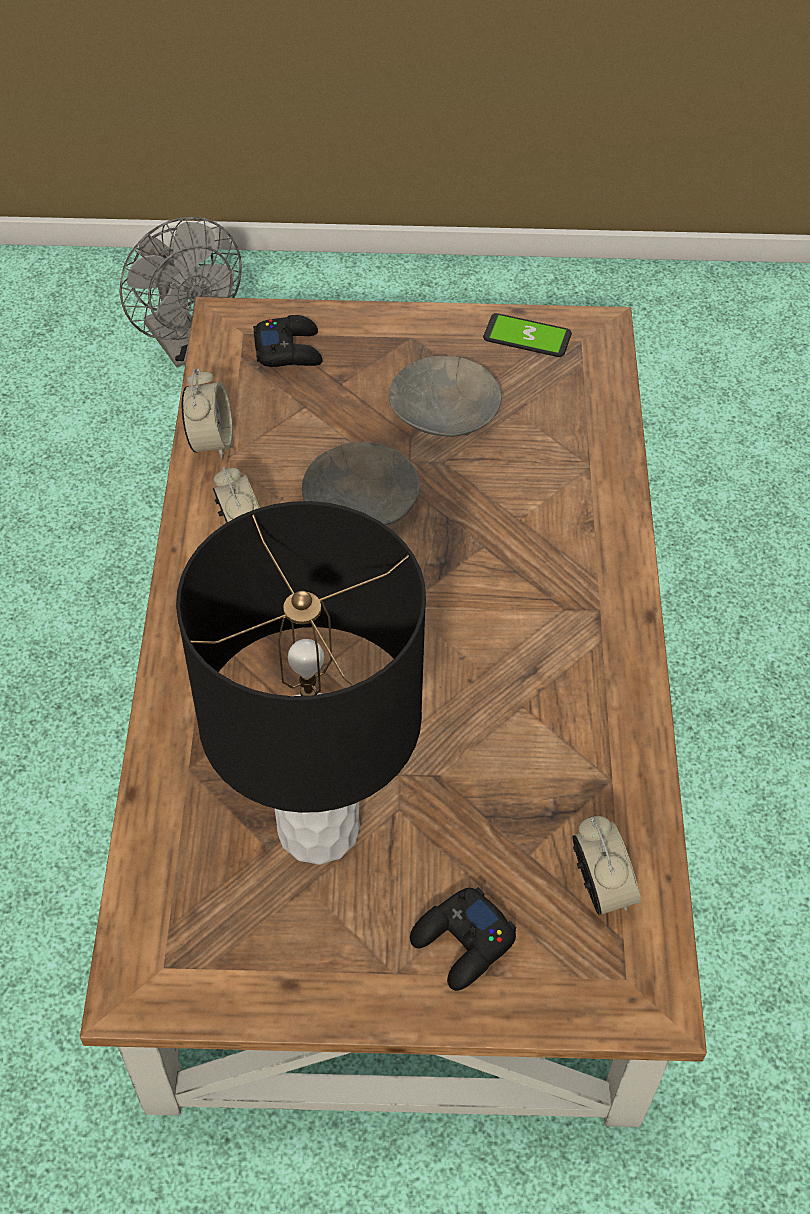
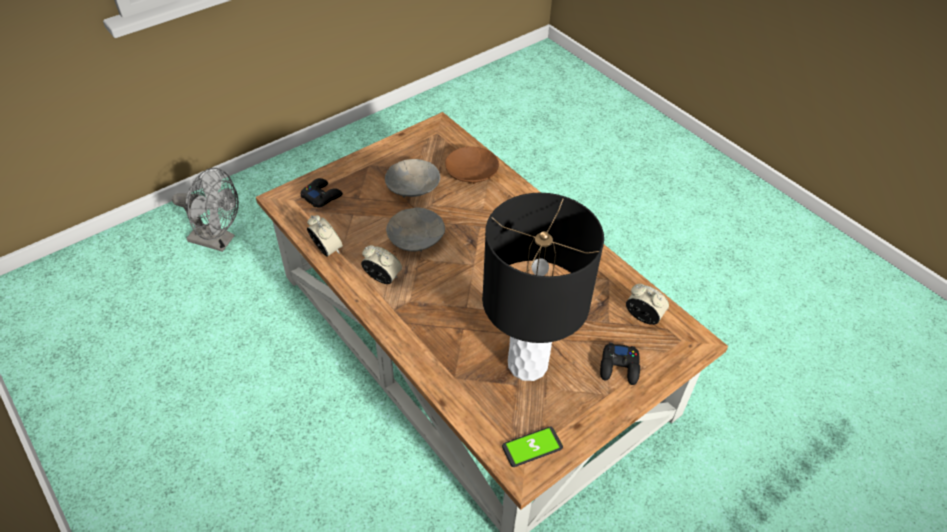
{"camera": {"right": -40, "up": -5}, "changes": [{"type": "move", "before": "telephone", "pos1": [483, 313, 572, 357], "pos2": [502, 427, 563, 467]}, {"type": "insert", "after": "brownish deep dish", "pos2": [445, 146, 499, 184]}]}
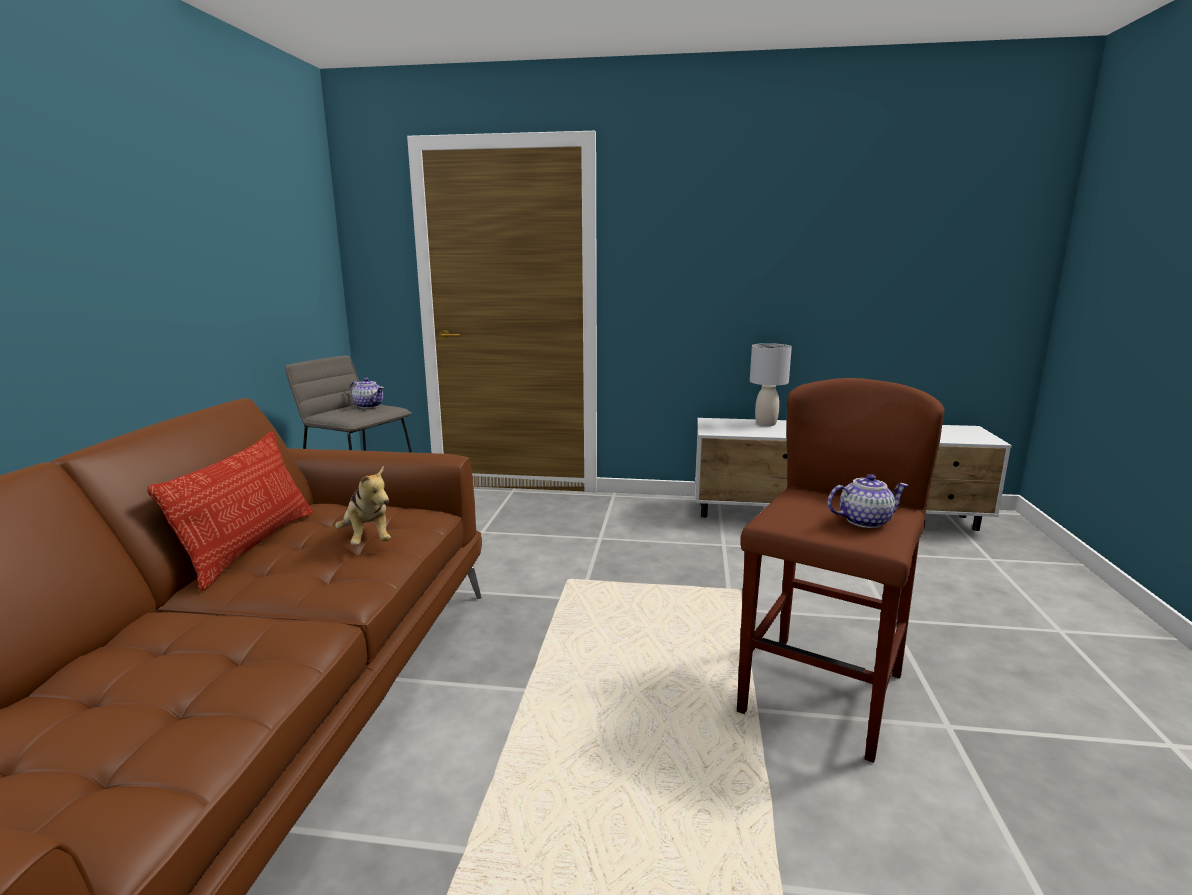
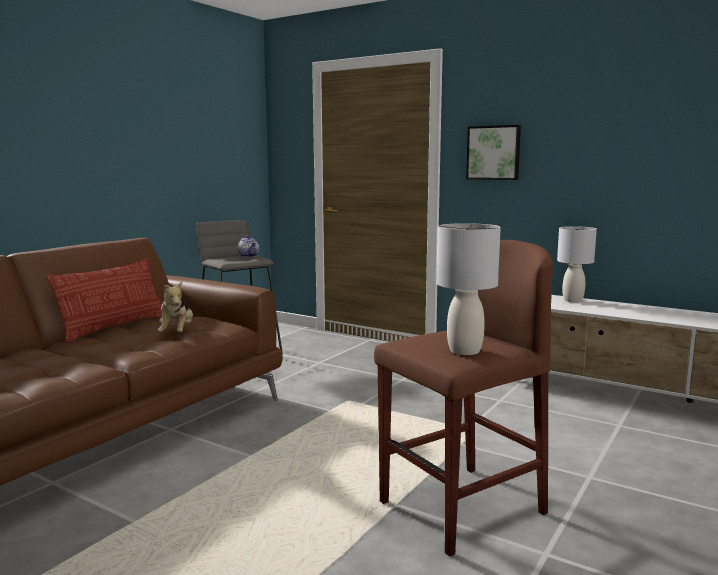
{"camera": {"right": 25, "up": -5}, "changes": [{"type": "replace", "before": "pot for tea", "after": "grey lamp for a table", "pos1": [827, 474, 909, 528], "pos2": [436, 223, 501, 355]}, {"type": "insert", "after": "wall picture", "pos2": [466, 125, 521, 180]}]}
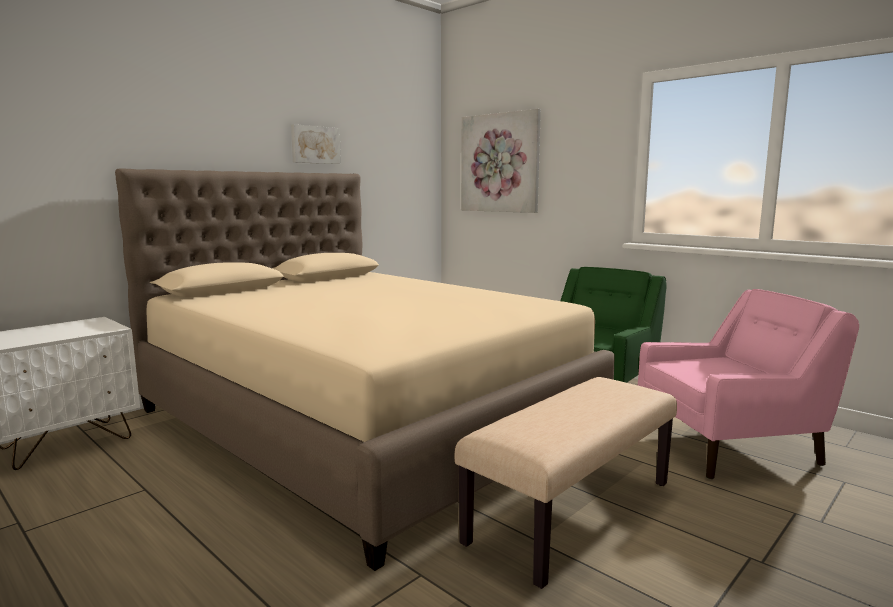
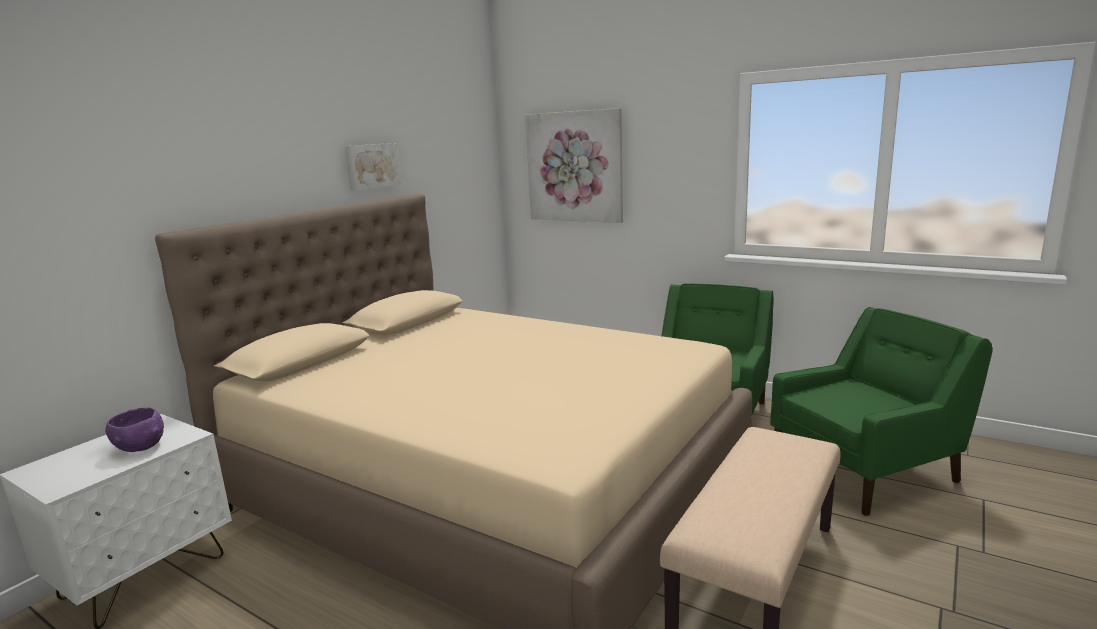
{"camera": {"right": -10, "up": 5}, "changes": [{"type": "recolor", "before": "pinkish armchair", "after": "green-coloured armchair", "pos1": [638, 289, 859, 479], "pos2": [770, 307, 993, 516]}, {"type": "insert", "after": "purple deep dish", "pos2": [105, 407, 164, 452]}]}
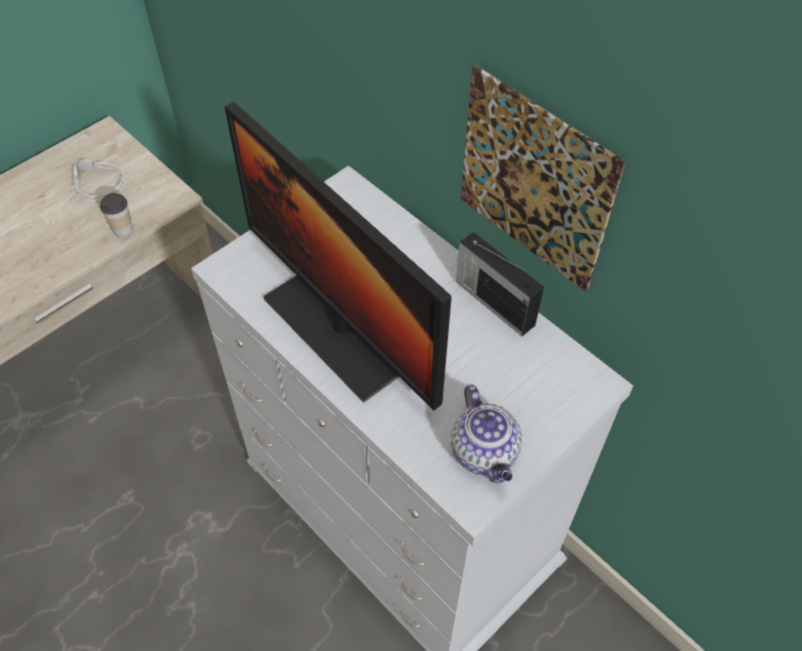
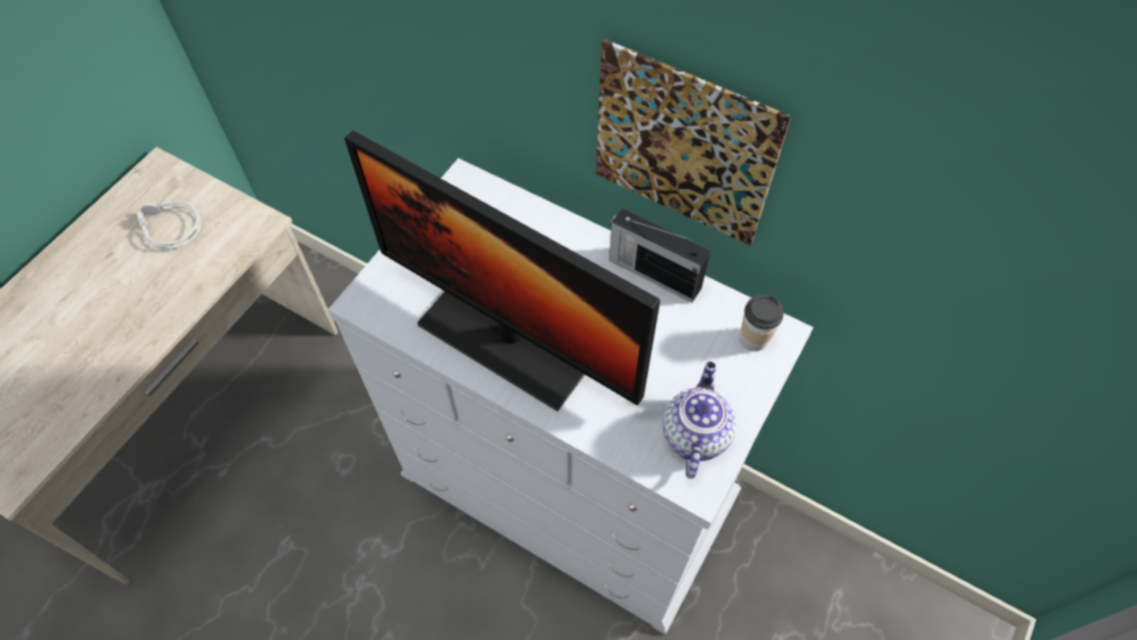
{"camera": {"right": -15, "up": 5}, "changes": [{"type": "move", "before": "cup", "pos1": [100, 193, 133, 237], "pos2": [740, 295, 784, 351]}, {"type": "rotate", "before": "pot for tea", "pos1": [451, 384, 522, 483], "pos2": [662, 361, 736, 479], "turn": -135}]}
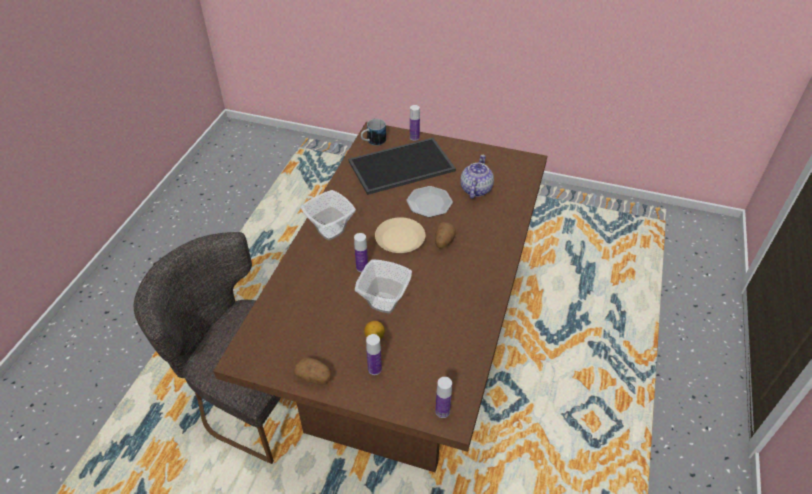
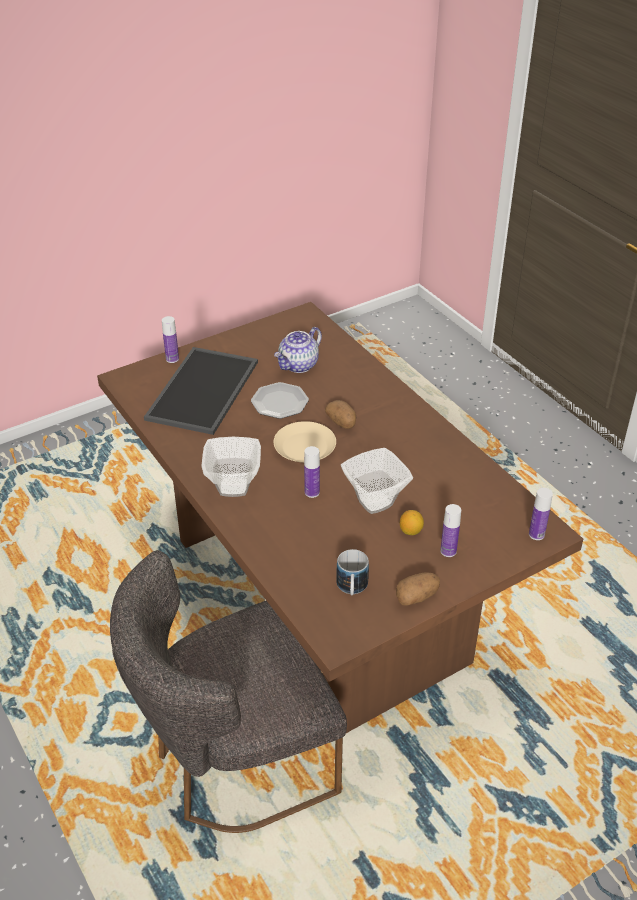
{"camera": {"right": -50, "up": -5}, "changes": [{"type": "move", "before": "coffee mug", "pos1": [361, 119, 386, 146], "pos2": [336, 549, 369, 595]}, {"type": "rotate", "before": "pot for tea", "pos1": [460, 155, 494, 199], "pos2": [274, 327, 322, 373], "turn": -105}]}
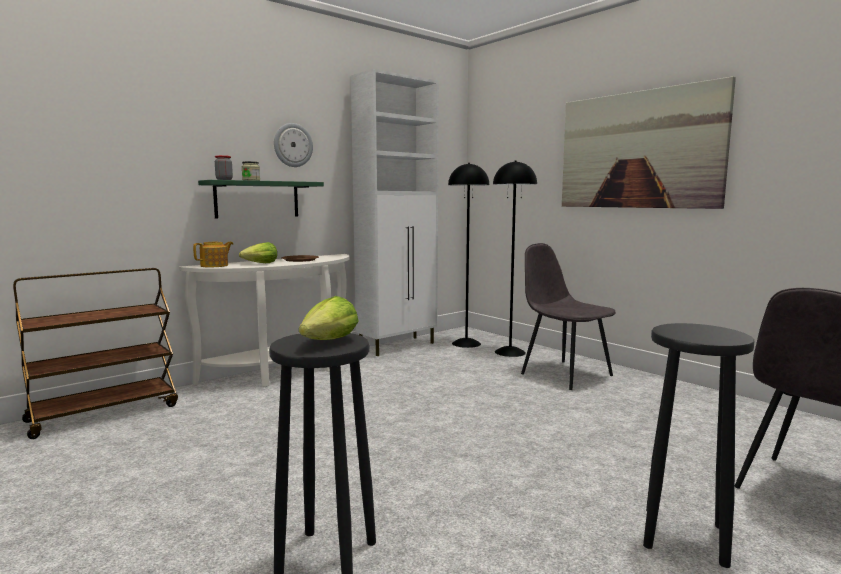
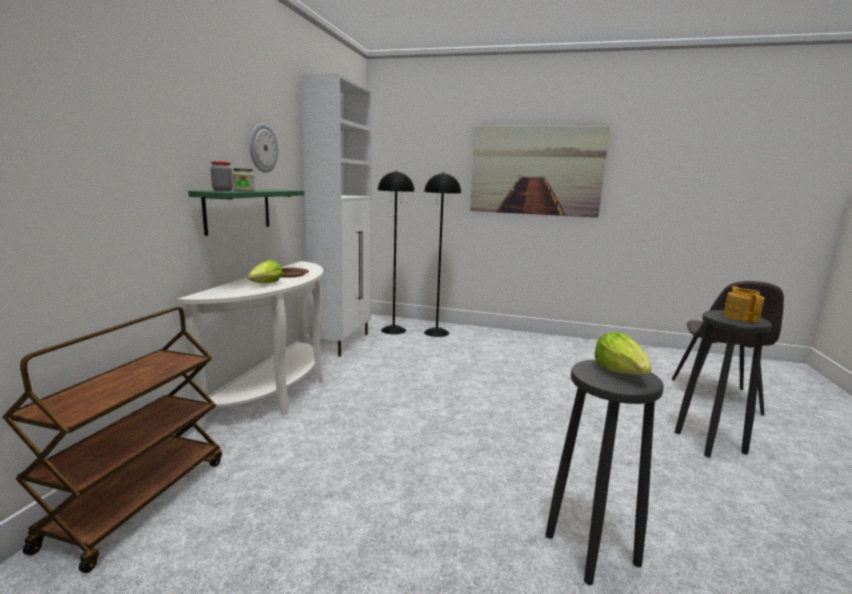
{"camera": {"right": -35, "up": 5}, "changes": [{"type": "move", "before": "pot for tea", "pos1": [193, 242, 233, 267], "pos2": [723, 286, 765, 322]}, {"type": "delete", "before": "grey chair", "pos1": [521, 243, 616, 390]}]}
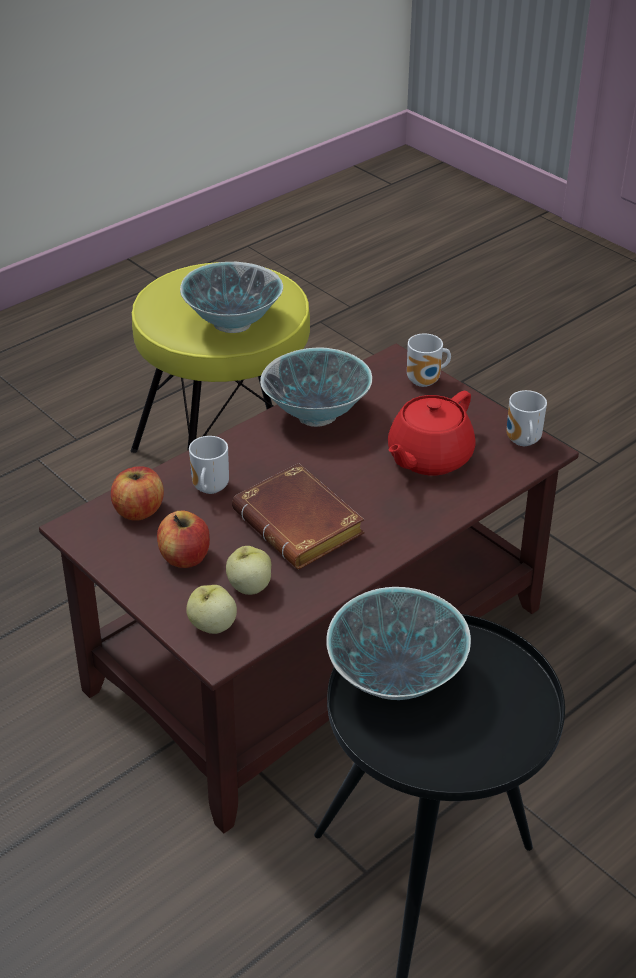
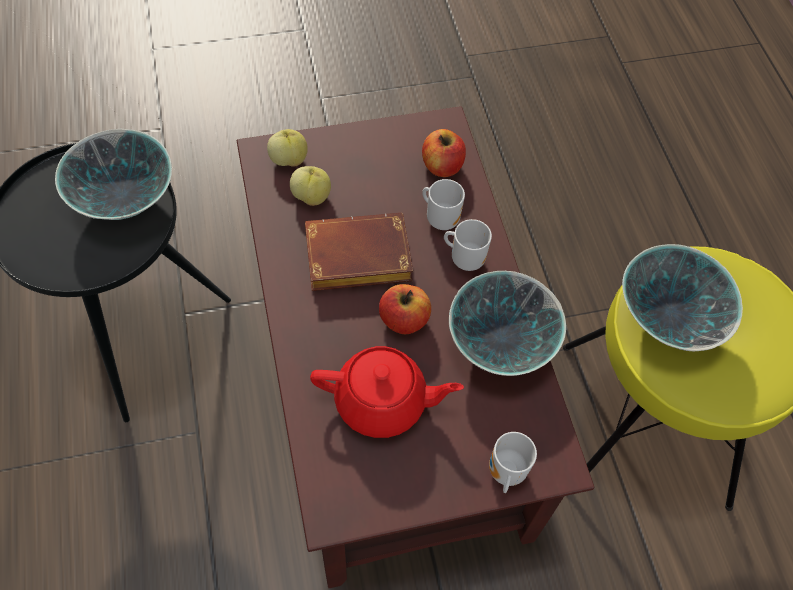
{"camera": {"right": 115, "up": 20}, "changes": [{"type": "move", "before": "apple", "pos1": [157, 511, 210, 568], "pos2": [379, 284, 431, 334]}, {"type": "rotate", "before": "red pot for tea", "pos1": [388, 391, 476, 475], "pos2": [310, 346, 464, 438], "turn": 120}, {"type": "move", "before": "coffee mug", "pos1": [506, 390, 547, 446], "pos2": [444, 219, 492, 271]}]}
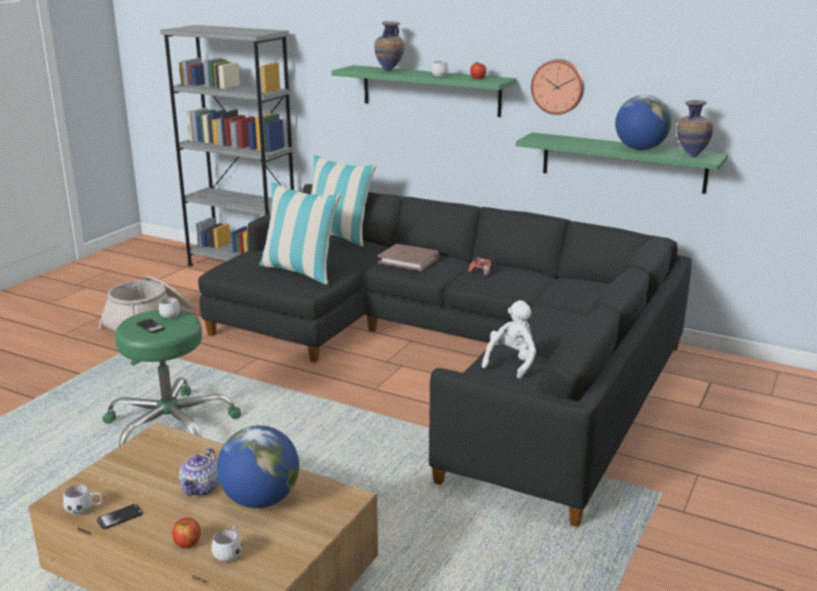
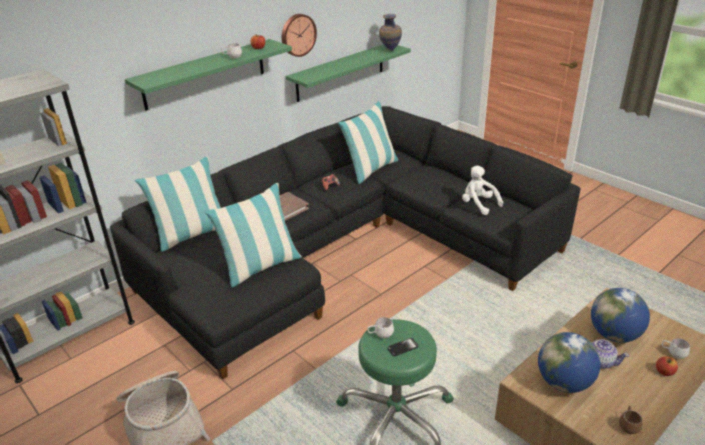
{"camera": {"right": -70, "up": 10}, "changes": [{"type": "recolor", "before": "white-coloured coffee mug", "after": "brownish coffee mug", "pos1": [63, 485, 102, 515], "pos2": [619, 406, 643, 434]}, {"type": "delete", "before": "telephone", "pos1": [97, 504, 143, 529]}, {"type": "delete", "before": "decorative vase", "pos1": [374, 21, 405, 71]}, {"type": "move", "before": "desk globe", "pos1": [615, 95, 672, 150], "pos2": [538, 332, 600, 393]}, {"type": "insert", "after": "pillow", "pos2": [338, 101, 398, 184]}]}
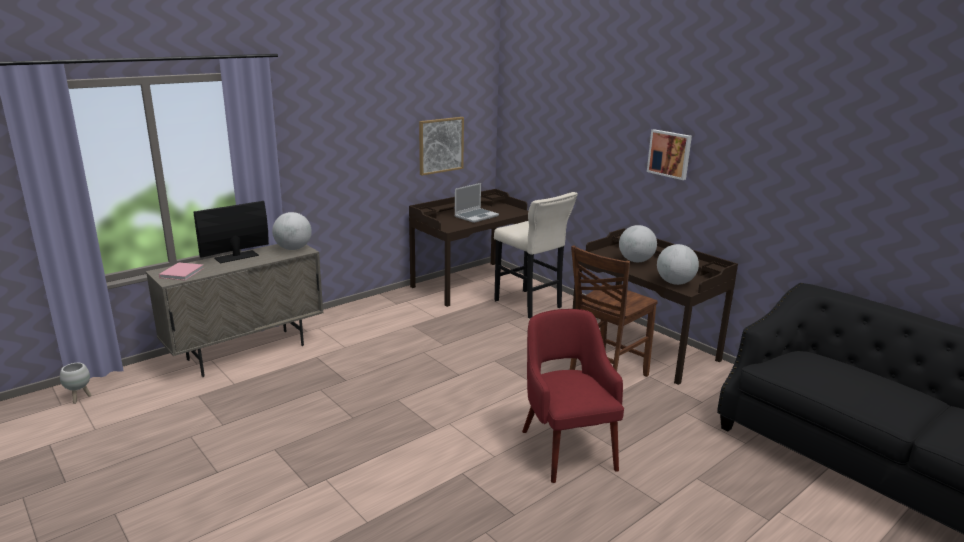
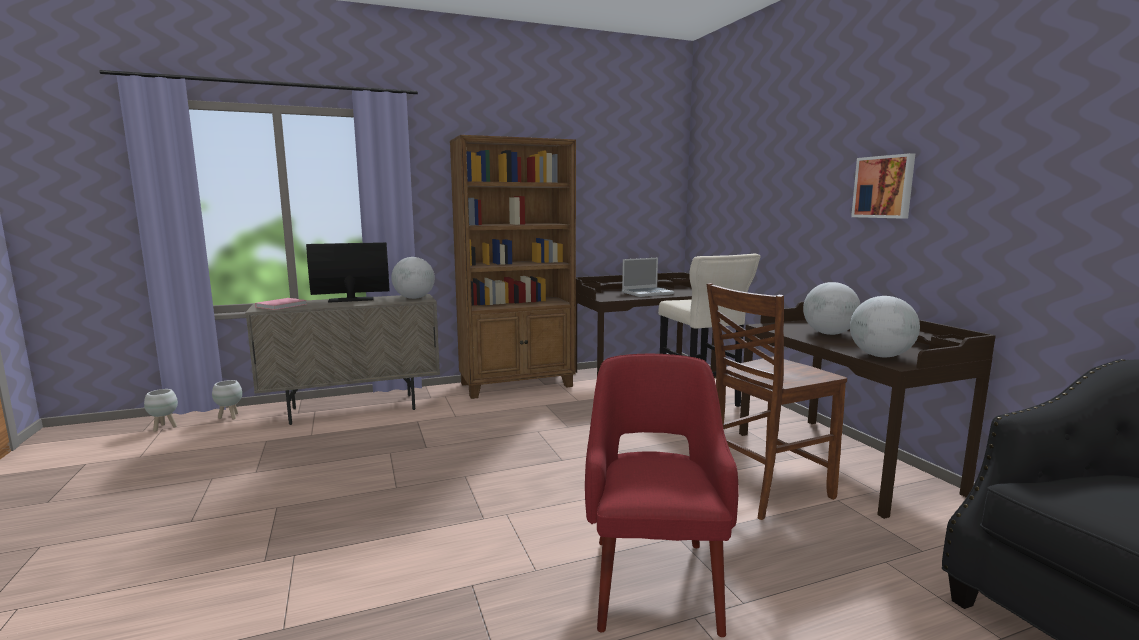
{"camera": {"right": 20, "up": -10}, "changes": [{"type": "delete", "before": "wall picture", "pos1": [419, 117, 464, 176]}, {"type": "insert", "after": "white-coloured flower pot", "pos2": [212, 380, 242, 420]}, {"type": "insert", "after": "brownish shelving unit", "pos2": [450, 135, 576, 399]}]}
